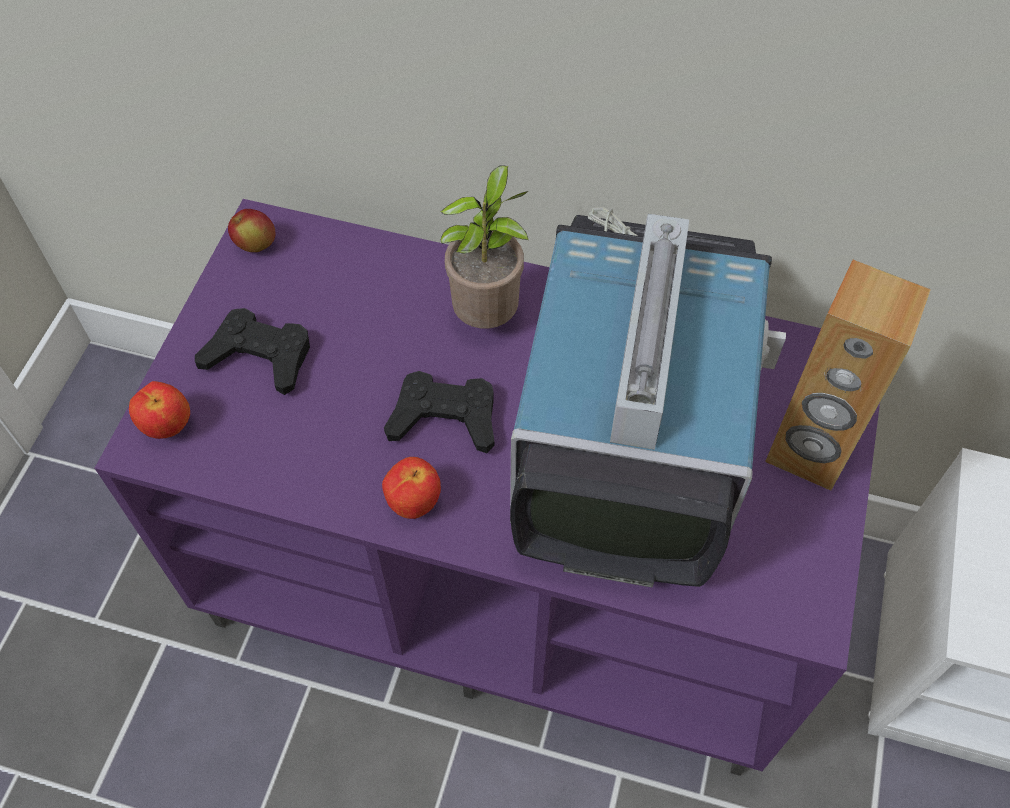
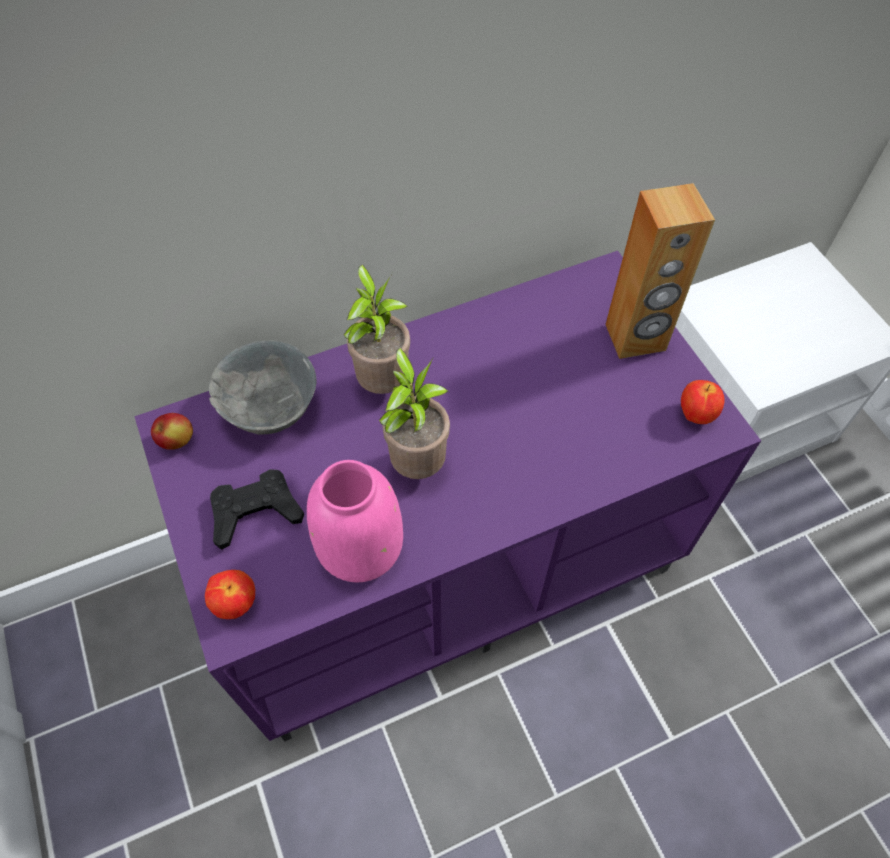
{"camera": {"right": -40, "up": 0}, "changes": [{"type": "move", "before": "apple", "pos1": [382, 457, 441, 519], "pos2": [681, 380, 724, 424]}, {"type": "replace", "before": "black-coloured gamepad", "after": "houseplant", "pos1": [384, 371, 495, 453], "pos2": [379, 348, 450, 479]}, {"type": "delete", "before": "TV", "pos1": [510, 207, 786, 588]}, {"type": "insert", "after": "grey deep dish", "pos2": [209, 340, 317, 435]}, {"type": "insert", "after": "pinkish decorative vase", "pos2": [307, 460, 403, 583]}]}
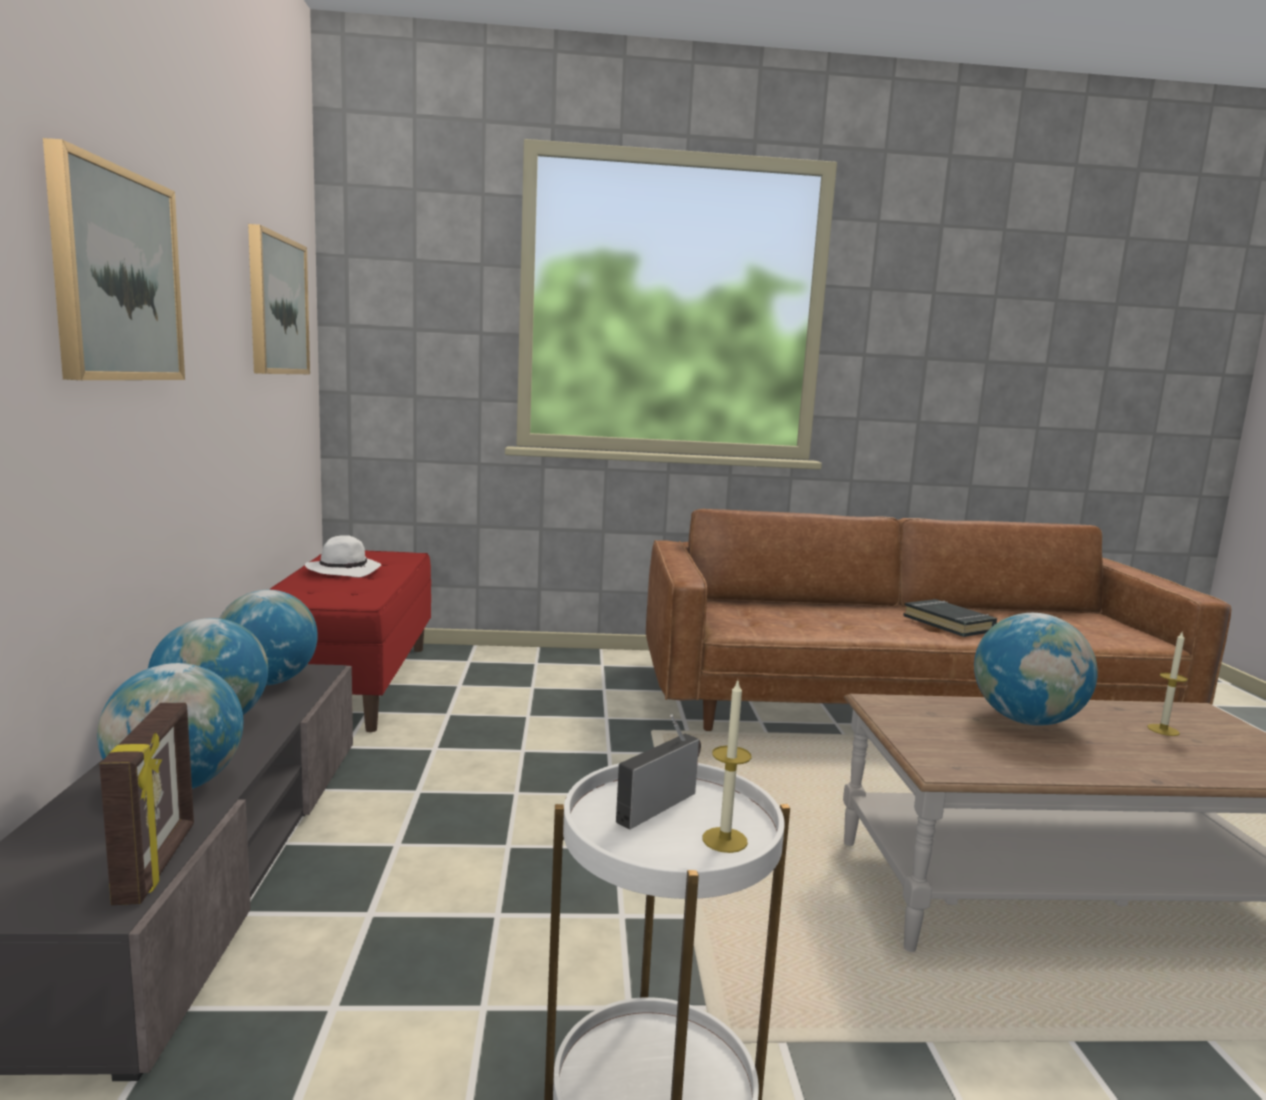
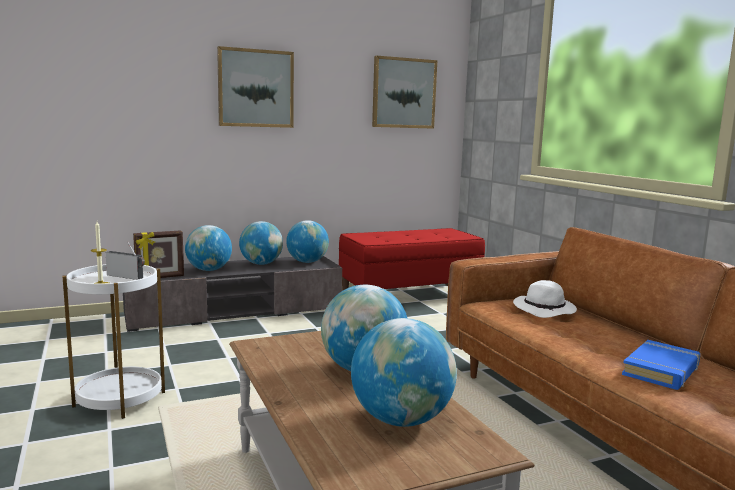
{"camera": {"right": 70, "up": 0}, "changes": [{"type": "move", "before": "white-coloured clothing hat", "pos1": [305, 535, 381, 578], "pos2": [513, 280, 577, 318]}, {"type": "recolor", "before": "black-coloured bound book", "after": "blue bound book", "pos1": [903, 599, 997, 637], "pos2": [622, 340, 700, 390]}, {"type": "replace", "before": "candle", "after": "desk globe", "pos1": [1147, 632, 1188, 736], "pos2": [351, 318, 457, 427]}]}
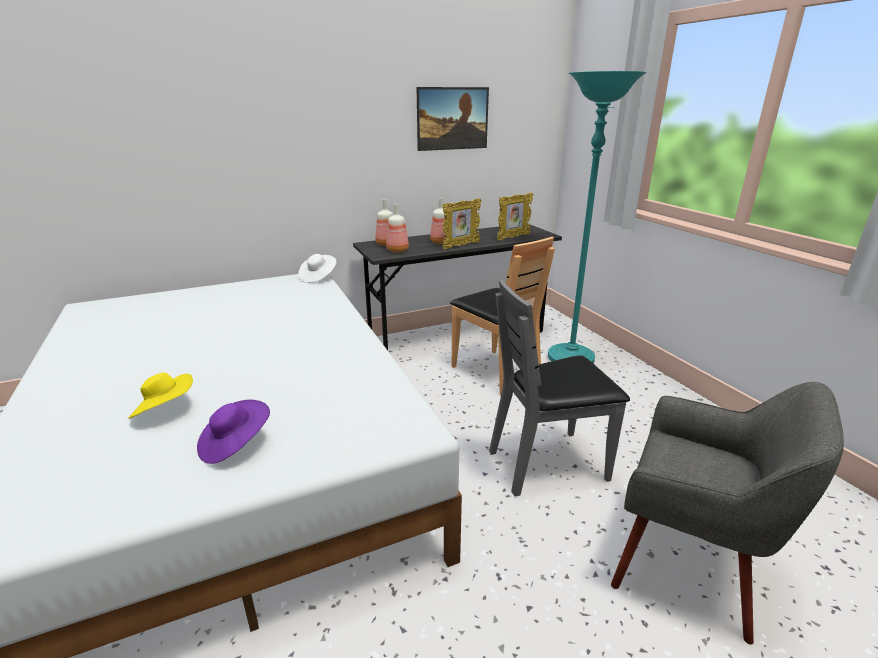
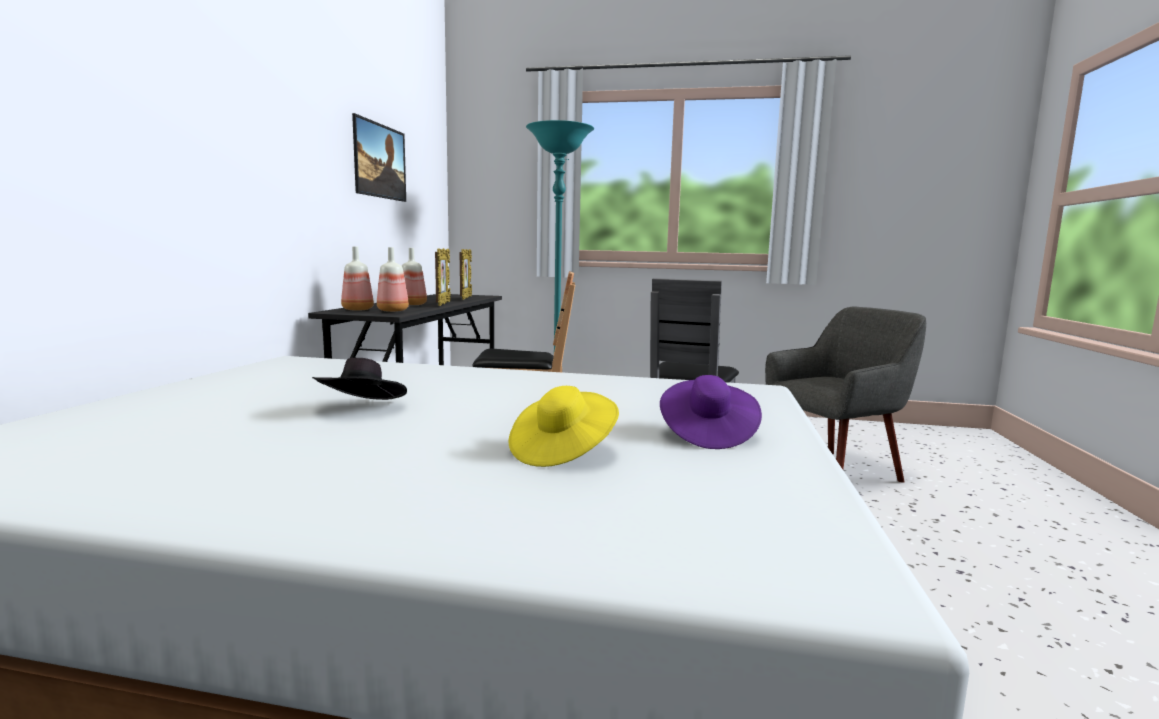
{"camera": {"right": -55, "up": -15}, "changes": [{"type": "delete", "before": "white-coloured clothing hat", "pos1": [298, 254, 337, 283]}, {"type": "insert", "after": "black-coloured clothing hat", "pos2": [312, 358, 407, 400]}]}
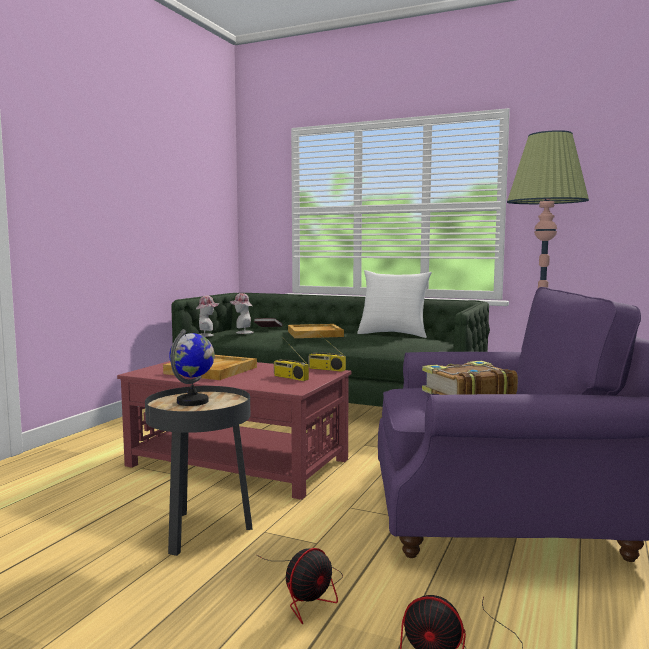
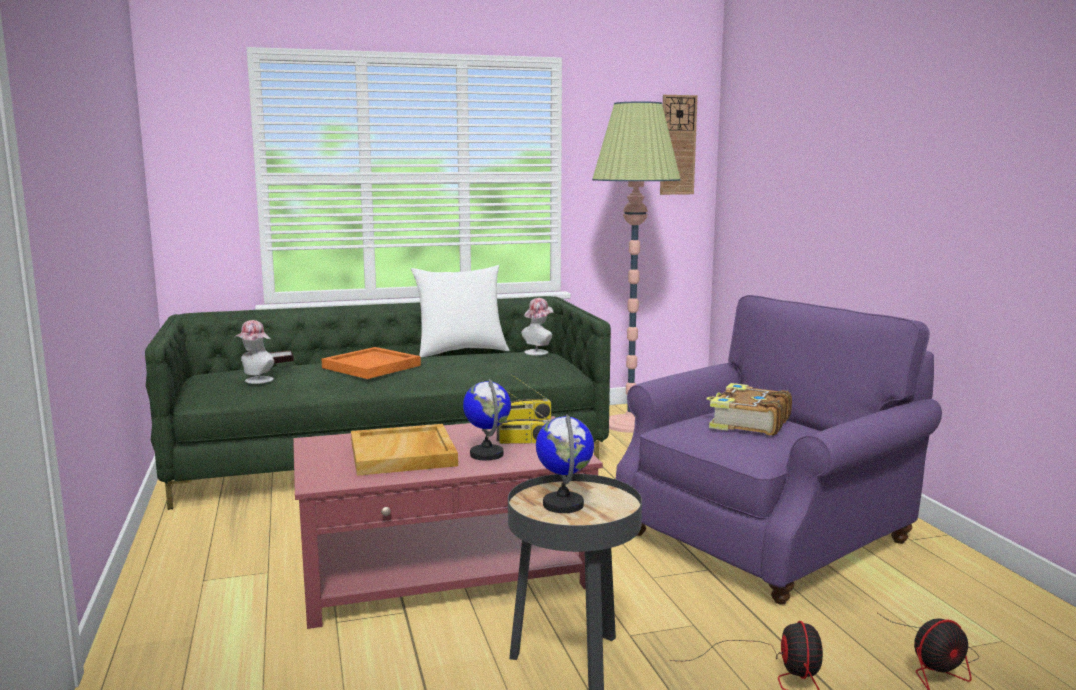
{"camera": {"right": -40, "up": 5}, "changes": [{"type": "move", "before": "clothing hat", "pos1": [196, 296, 219, 337], "pos2": [521, 298, 553, 355]}, {"type": "recolor", "before": "beige carrying tray", "after": "orange-coloured carrying tray", "pos1": [288, 324, 344, 338], "pos2": [322, 347, 421, 379]}, {"type": "insert", "after": "desk globe", "pos2": [463, 379, 511, 461]}, {"type": "insert", "after": "clock on the wall", "pos2": [660, 95, 698, 195]}]}
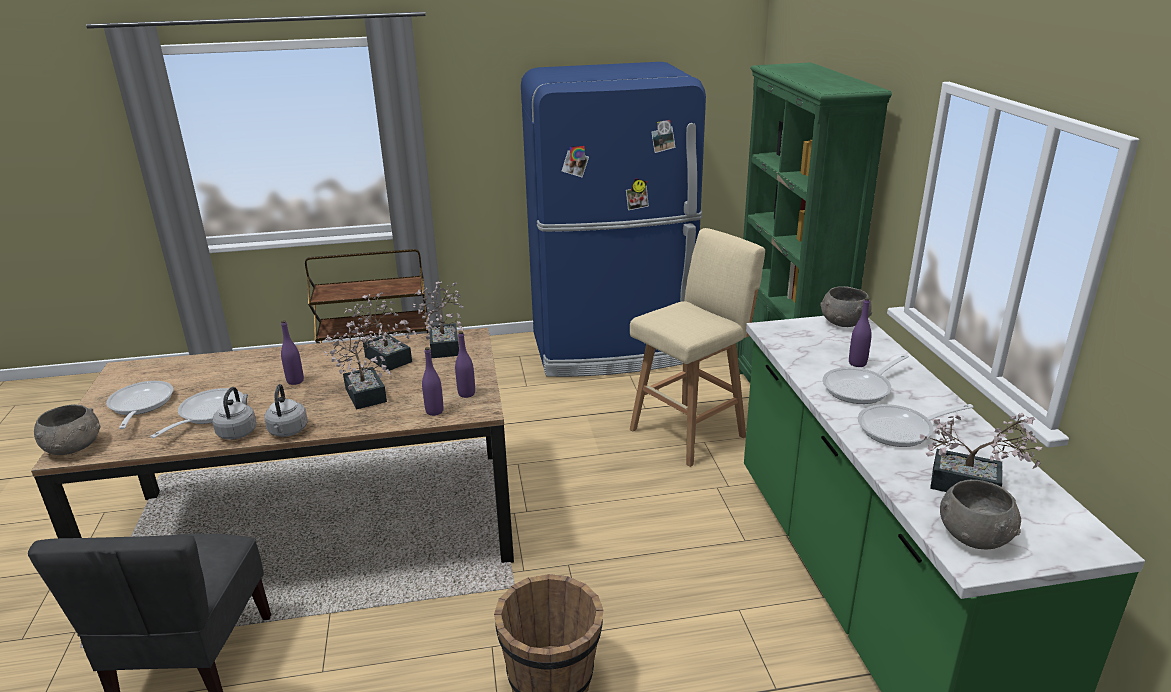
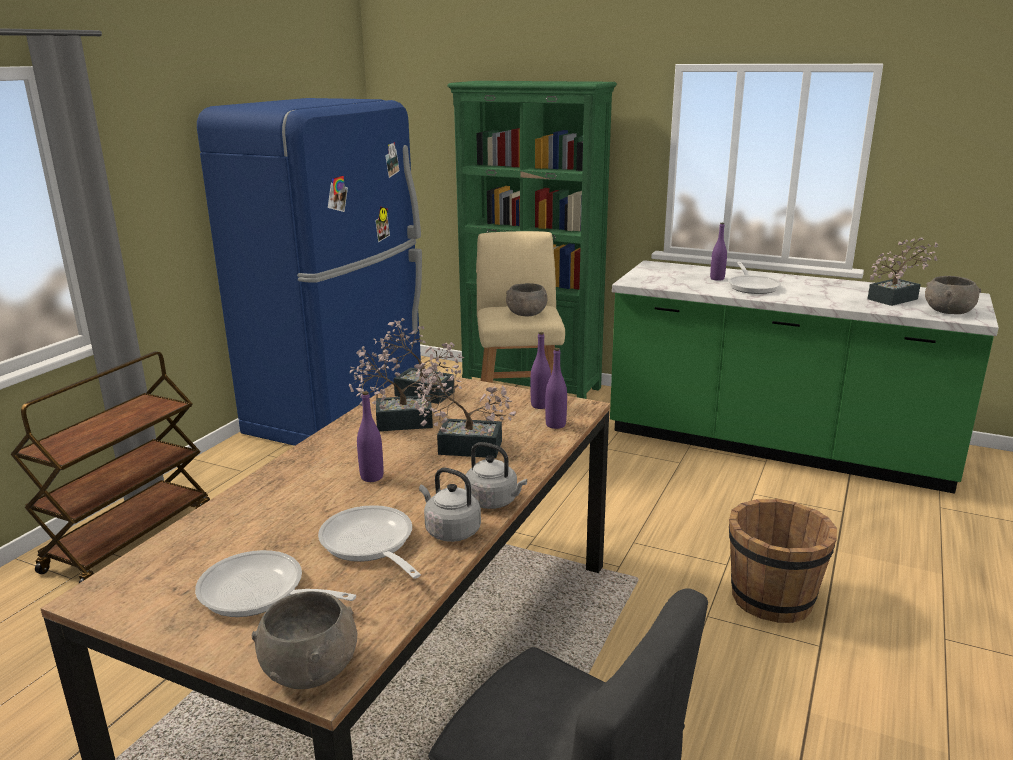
{"camera": {"right": -55, "up": -5}, "changes": [{"type": "move", "before": "grey deep dish", "pos1": [820, 286, 872, 327], "pos2": [506, 283, 547, 316]}, {"type": "delete", "before": "skillet", "pos1": [858, 404, 974, 447]}]}
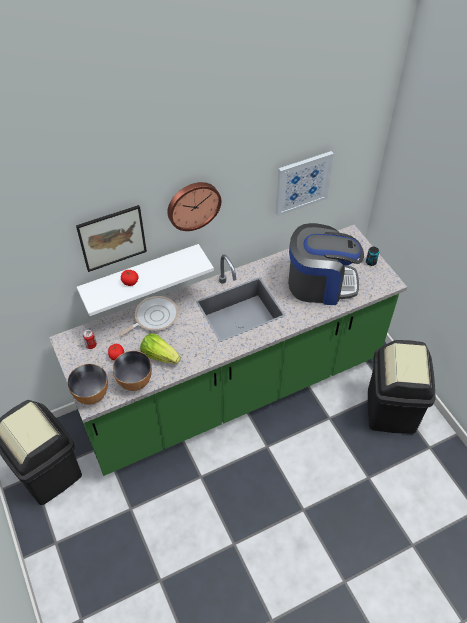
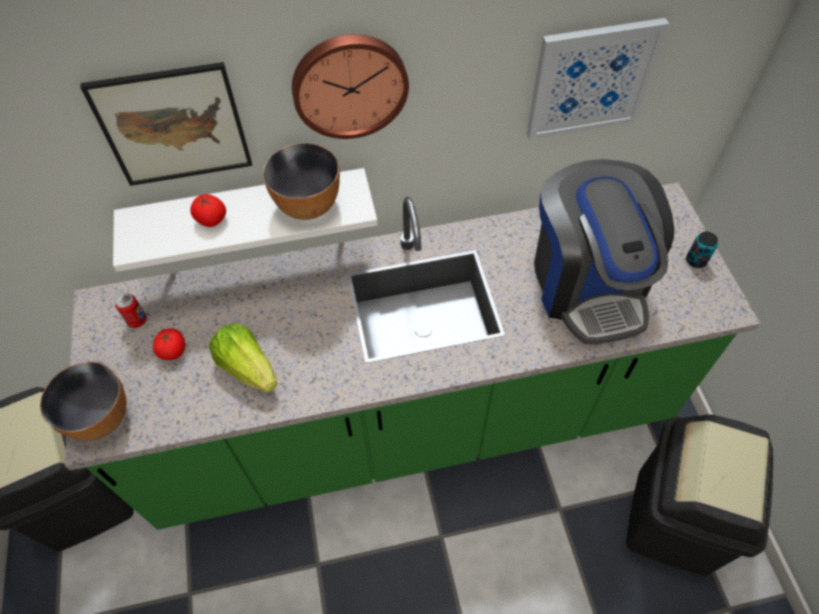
{"camera": {"right": 15, "up": 5}, "changes": [{"type": "move", "before": "deep dish", "pos1": [112, 351, 152, 391], "pos2": [263, 143, 340, 220]}, {"type": "delete", "before": "skillet", "pos1": [119, 296, 178, 336]}, {"type": "rotate", "before": "coffee maker", "pos1": [288, 223, 364, 305], "pos2": [534, 159, 674, 344], "turn": 60}]}
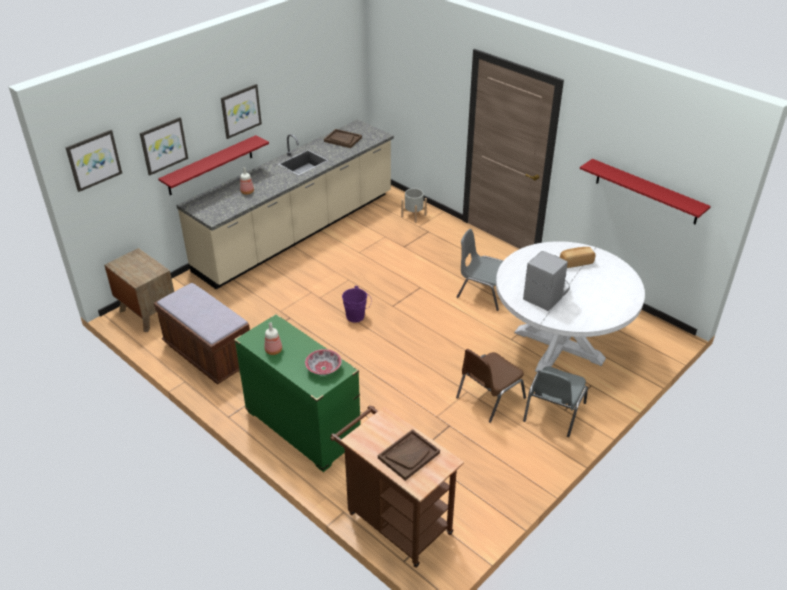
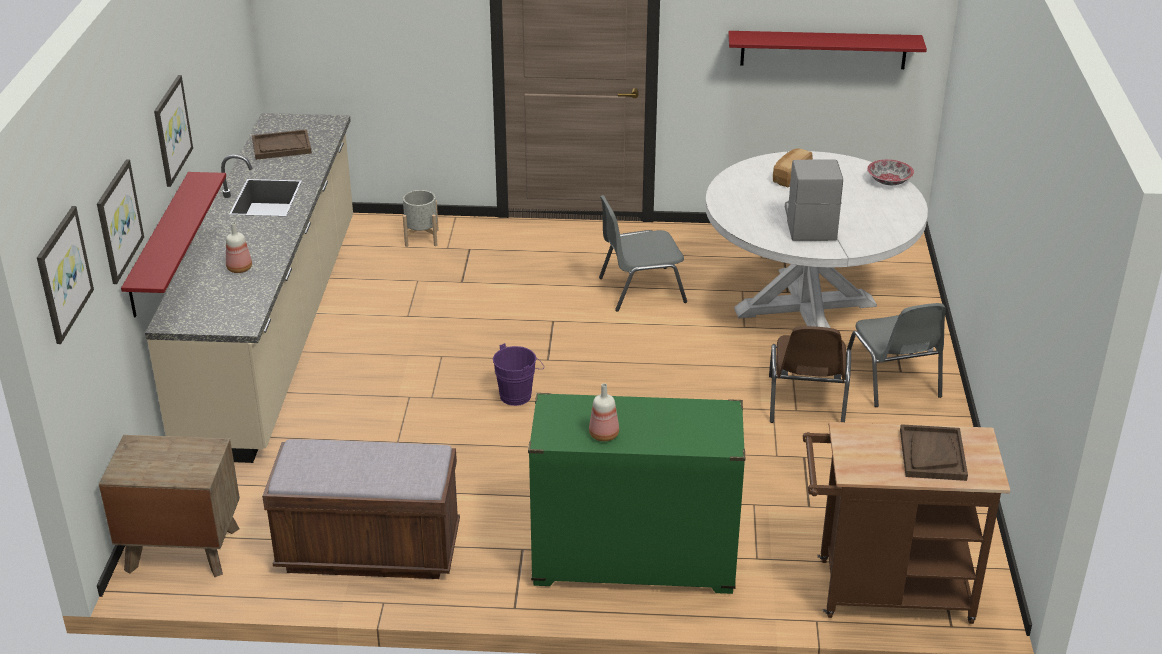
{"camera": {"right": -40, "up": -5}, "changes": [{"type": "move", "before": "deep dish", "pos1": [305, 349, 342, 375], "pos2": [867, 159, 914, 185]}]}
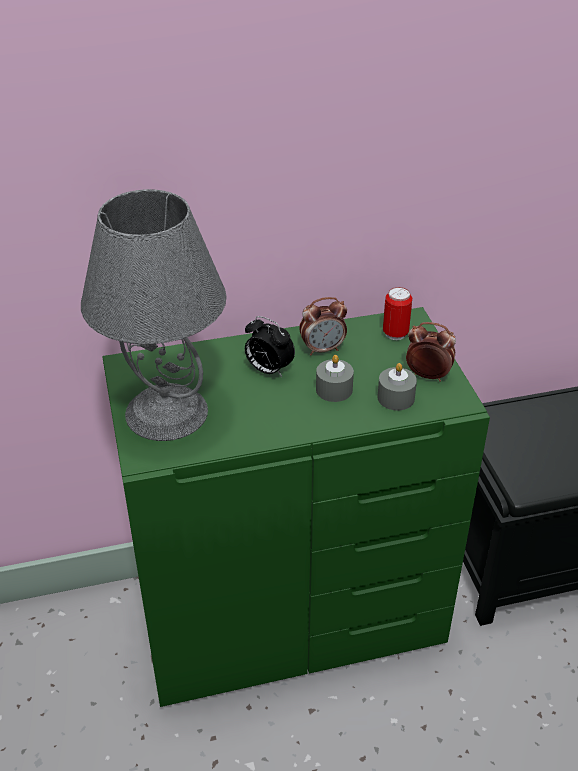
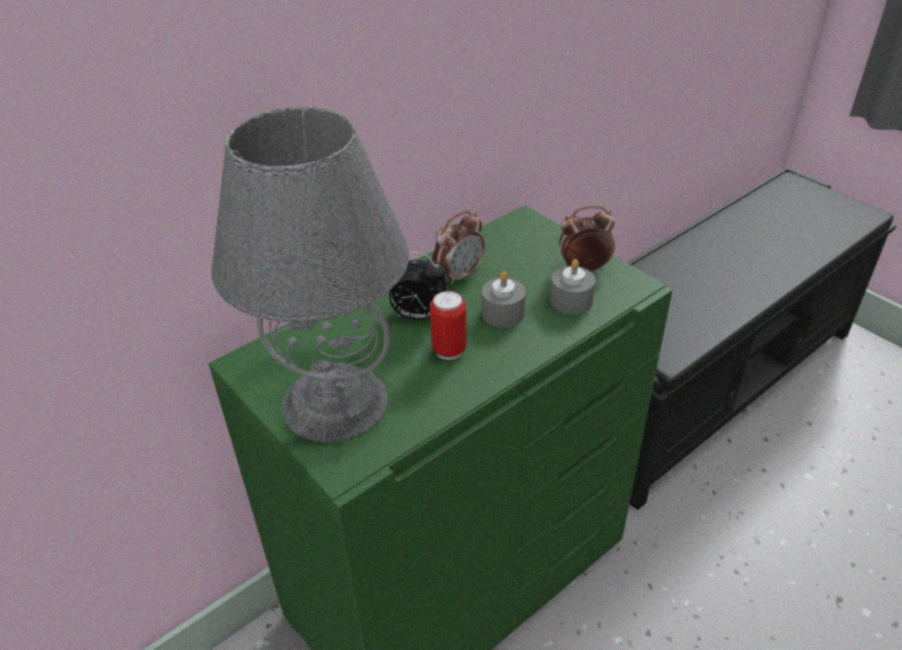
{"camera": {"right": -25, "up": 0}, "changes": [{"type": "move", "before": "metal can", "pos1": [383, 287, 412, 340], "pos2": [430, 291, 466, 360]}]}
